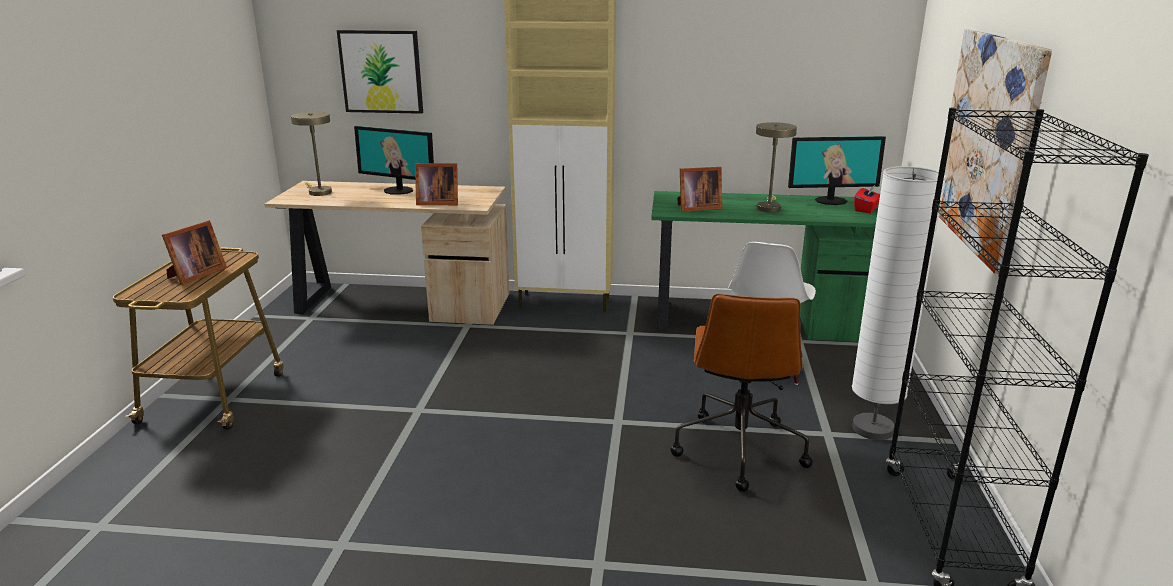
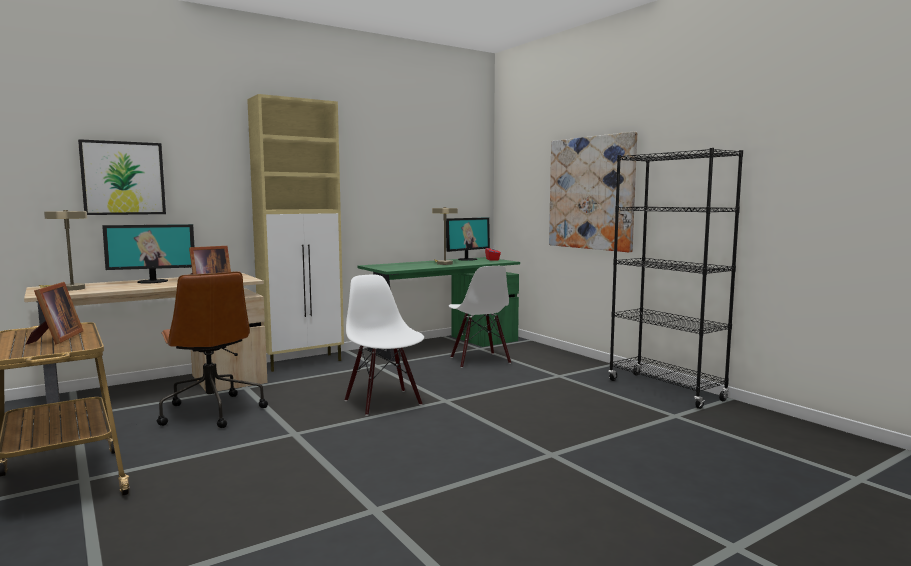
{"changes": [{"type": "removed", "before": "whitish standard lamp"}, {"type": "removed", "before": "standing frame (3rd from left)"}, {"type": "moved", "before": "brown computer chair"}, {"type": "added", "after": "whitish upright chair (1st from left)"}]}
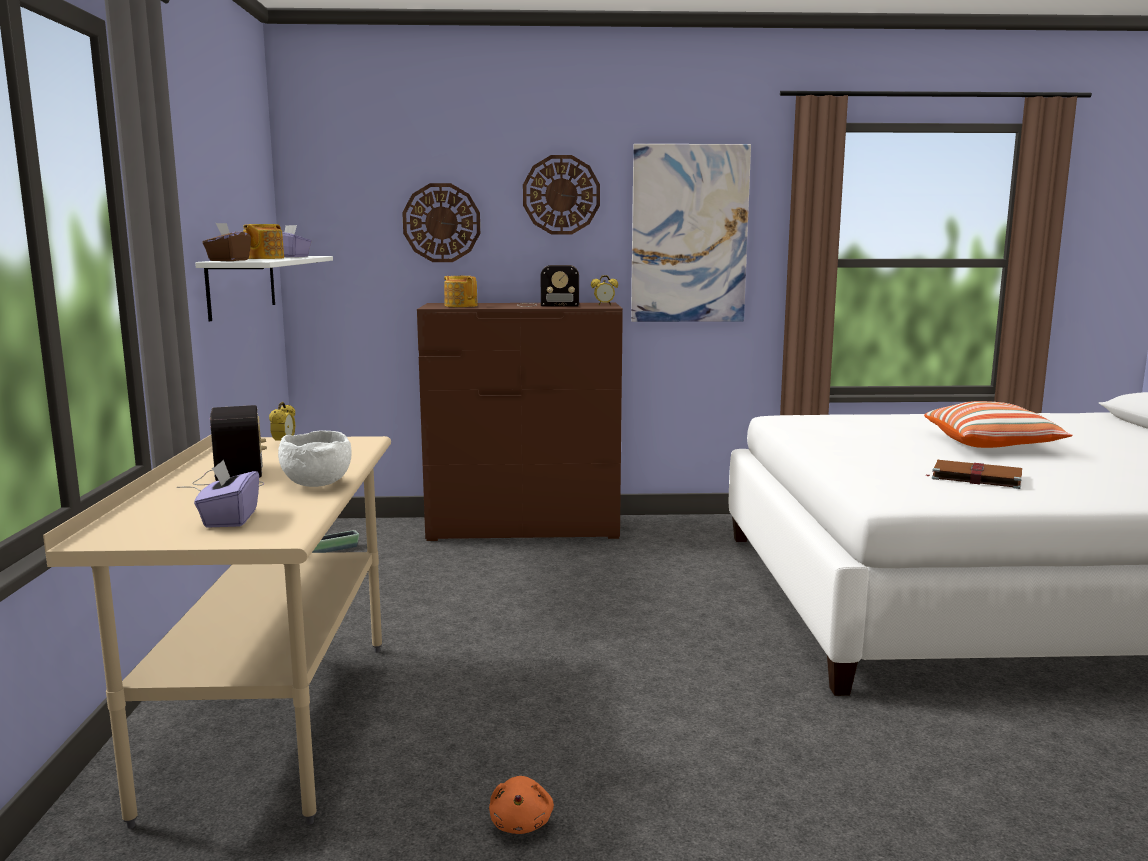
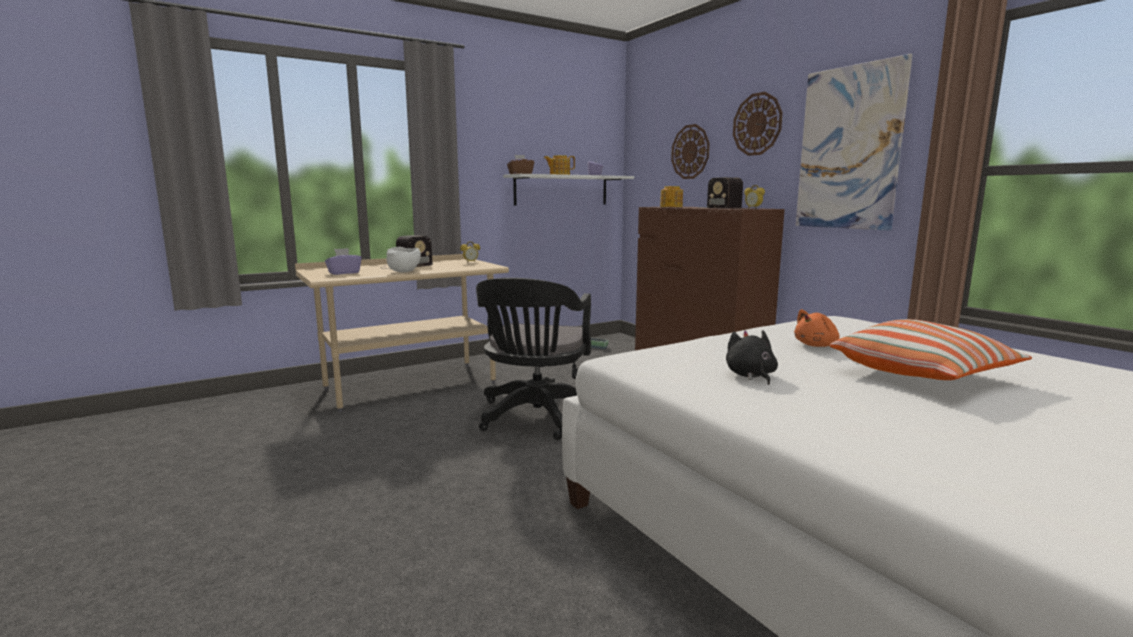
{"changes": [{"type": "replaced", "before": "brown book", "after": "black soft toy"}, {"type": "moved", "before": "orange soft toy"}, {"type": "added", "after": "black computer chair"}]}
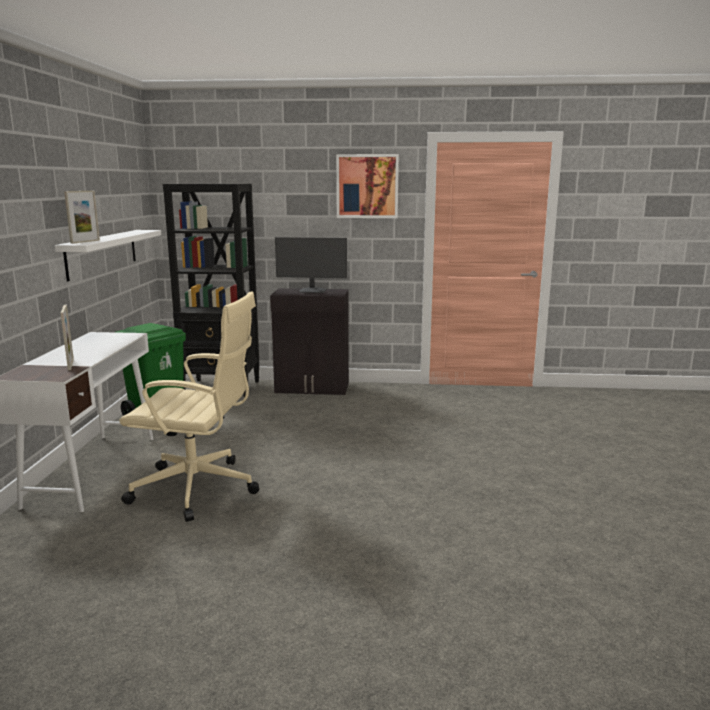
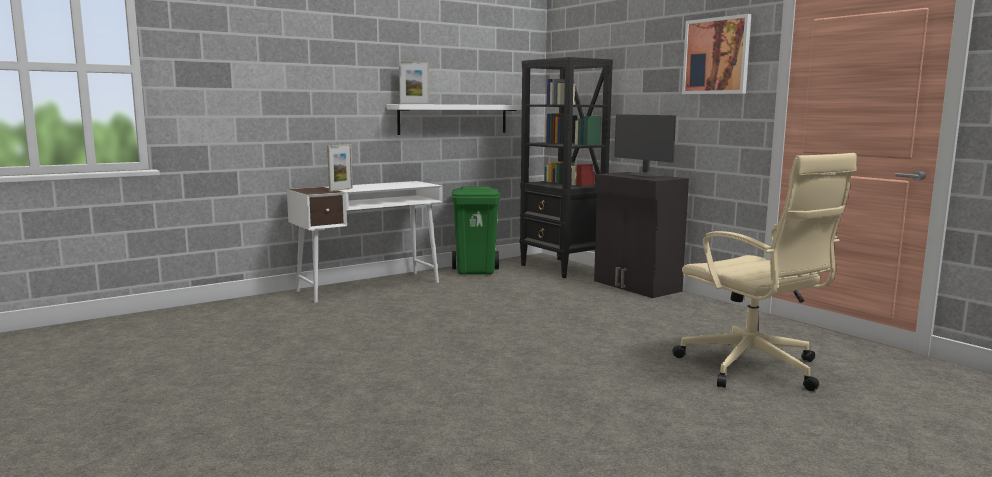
{"changes": [{"type": "moved", "before": "beige-coloured computer chair"}]}
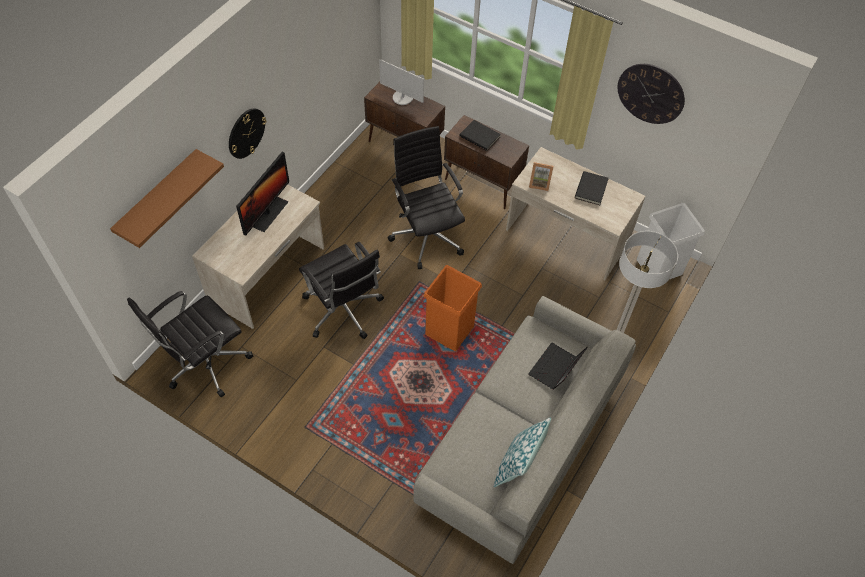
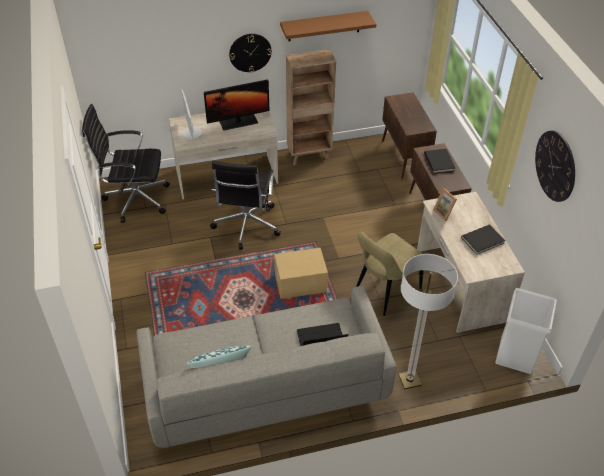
{"changes": [{"type": "moved", "before": "computer display (2nd from left in the first image)", "after": "computer display (1st from left)"}, {"type": "removed", "before": "black computer chair (3rd from left)"}, {"type": "moved", "before": "brown bracket shelf"}, {"type": "replaced", "before": "orange trash can", "after": "cardboard box"}, {"type": "added", "after": "brown bookcase"}, {"type": "added", "after": "beige-coloured upright chair"}]}
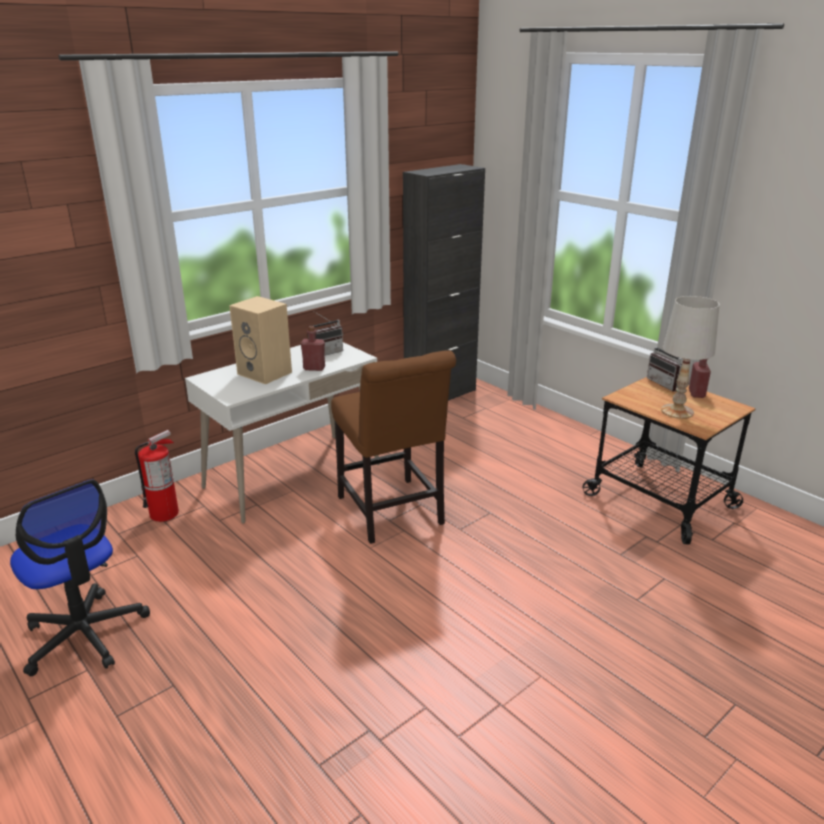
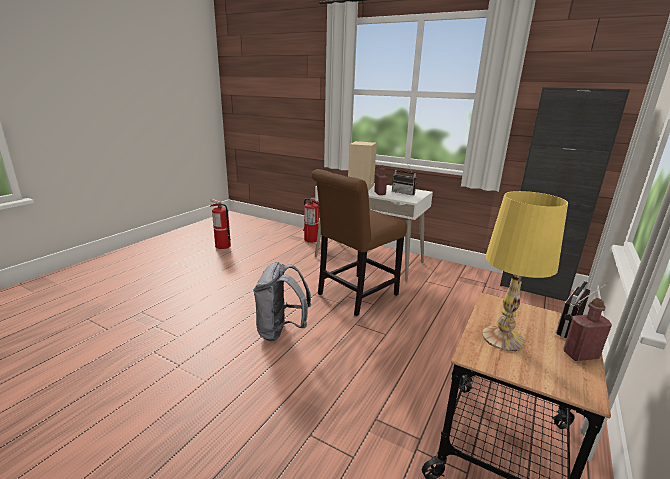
{"changes": [{"type": "recoloured", "before": "whitish table lamp", "after": "yellowish table lamp"}, {"type": "replaced", "before": "computer chair", "after": "fire-fighting cylinder (1st from left)"}, {"type": "added", "after": "grey backpack"}]}
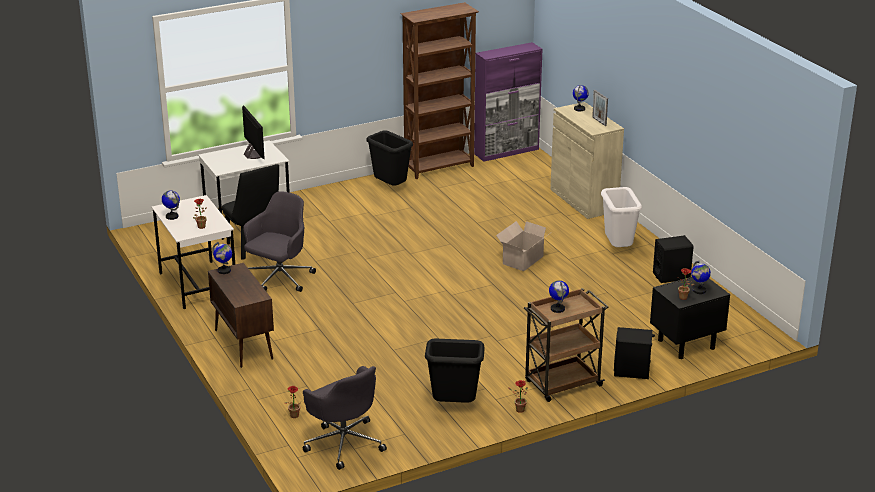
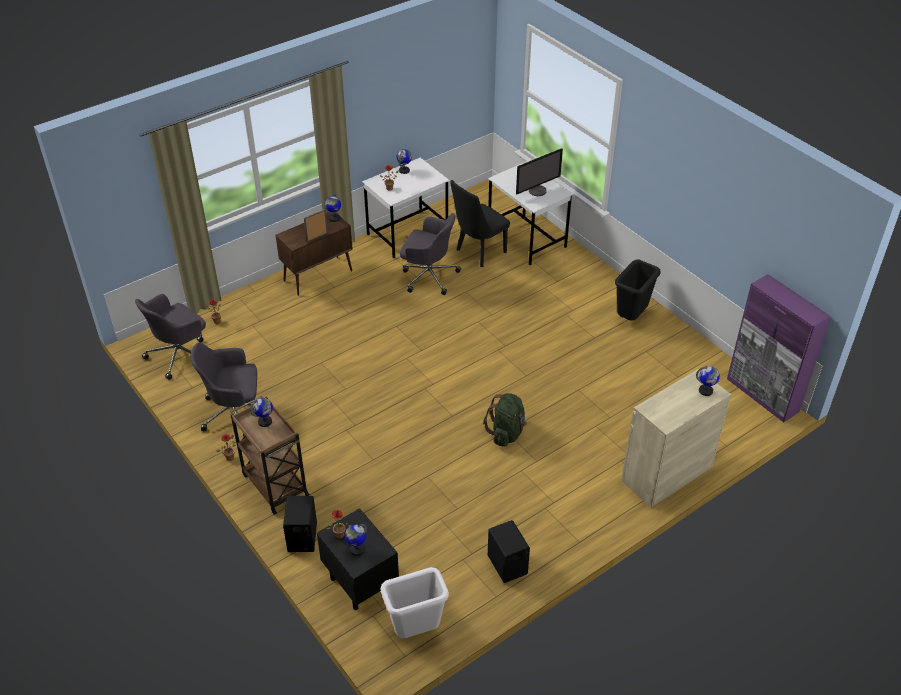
{"changes": [{"type": "removed", "before": "brown bookcase"}, {"type": "moved", "before": "standing frame"}, {"type": "moved", "before": "whitish trash can"}, {"type": "replaced", "before": "cardboard box", "after": "green-coloured backpack"}, {"type": "replaced", "before": "black trash can (2nd from left)", "after": "grey computer chair (2nd from left)"}]}
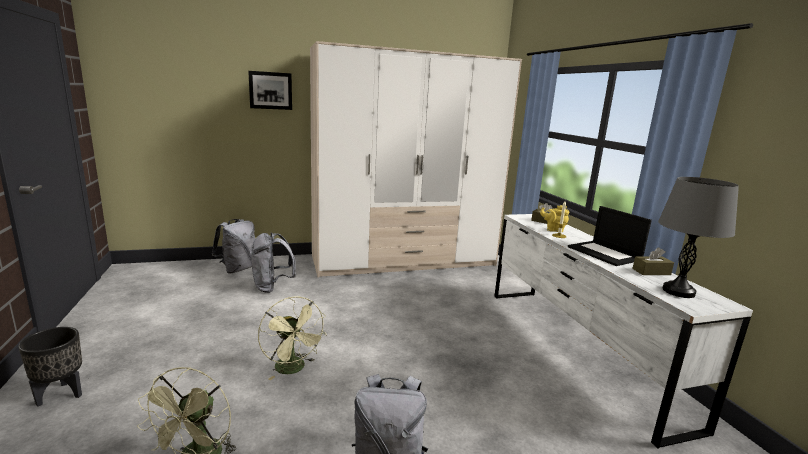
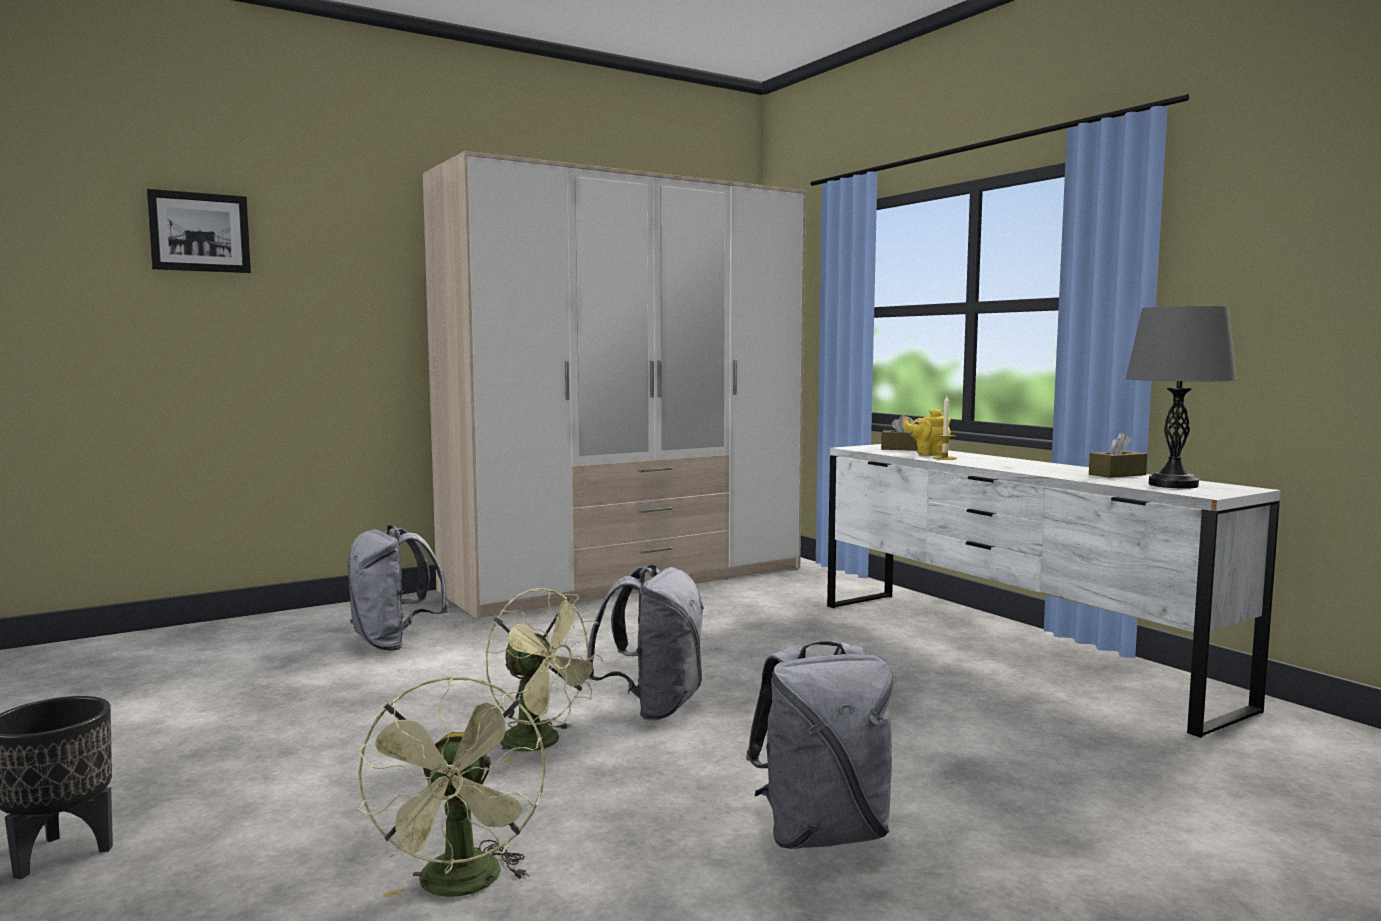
{"changes": [{"type": "moved", "before": "wall art"}, {"type": "removed", "before": "laptop"}, {"type": "moved", "before": "grey backpack (1st from left in the first image)", "after": "grey backpack (2nd from left)"}]}
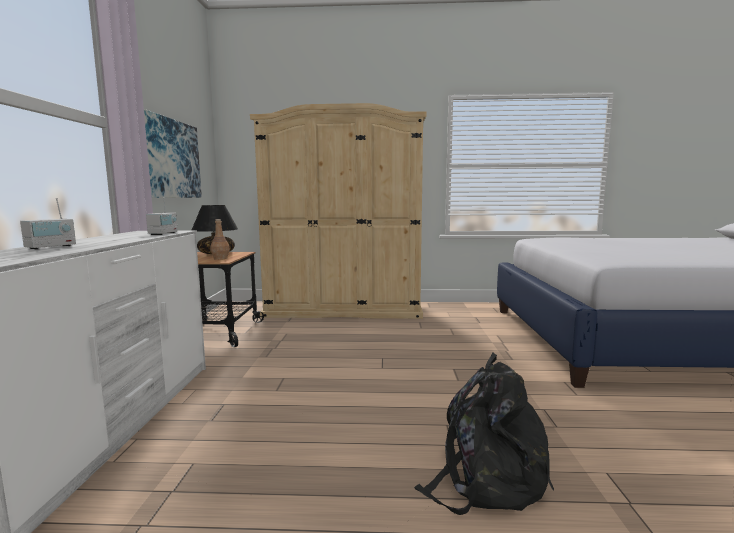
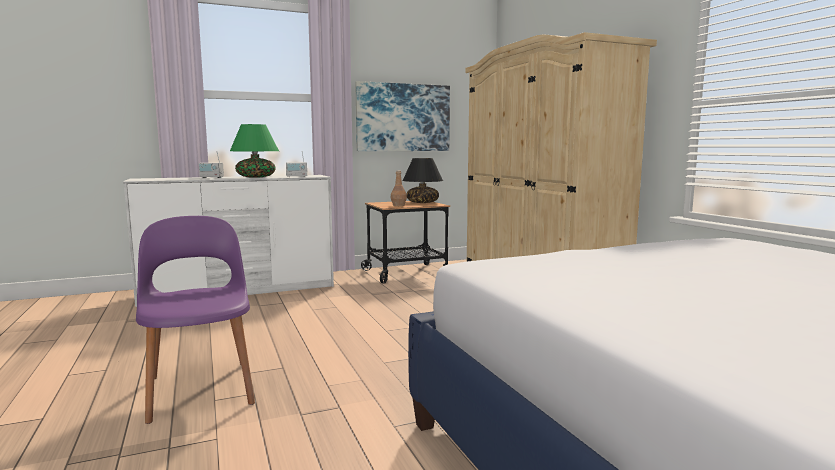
{"changes": [{"type": "replaced", "before": "black backpack", "after": "purple-coloured upright chair"}, {"type": "added", "after": "green-coloured table lamp"}]}
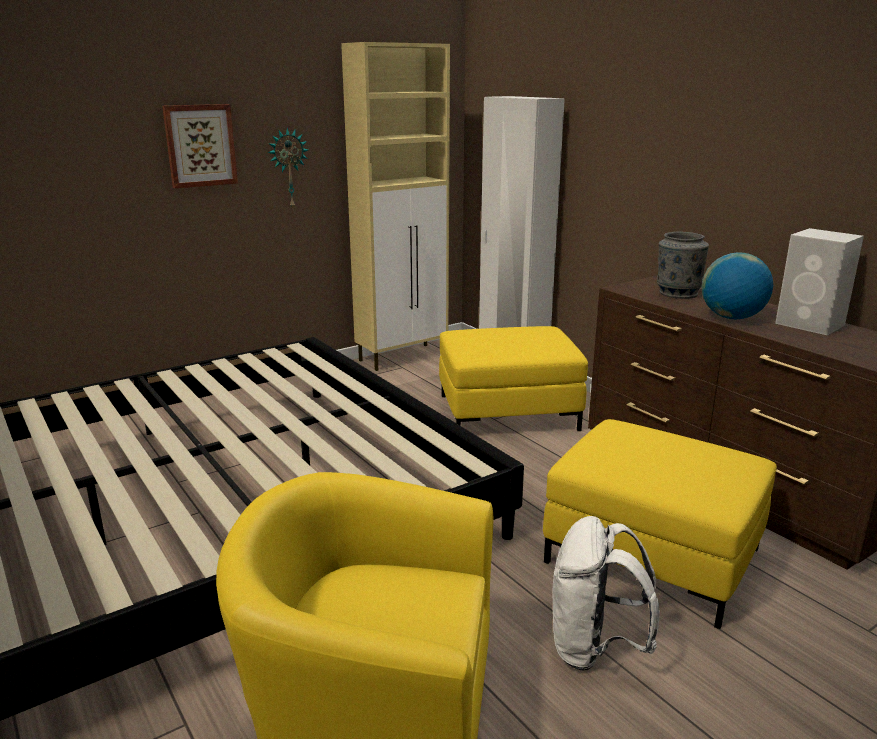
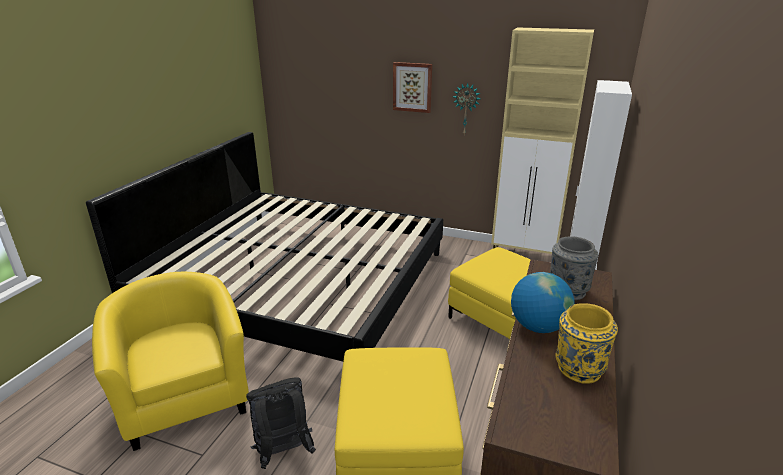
{"changes": [{"type": "replaced", "before": "whitish loudspeaker", "after": "yellowish flower vase"}, {"type": "recoloured", "before": "whitish backpack", "after": "black backpack"}]}
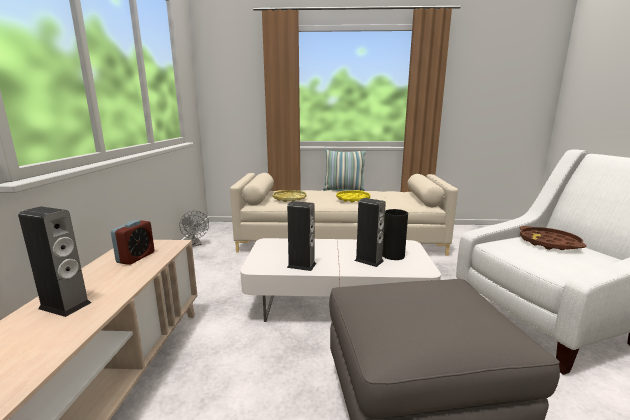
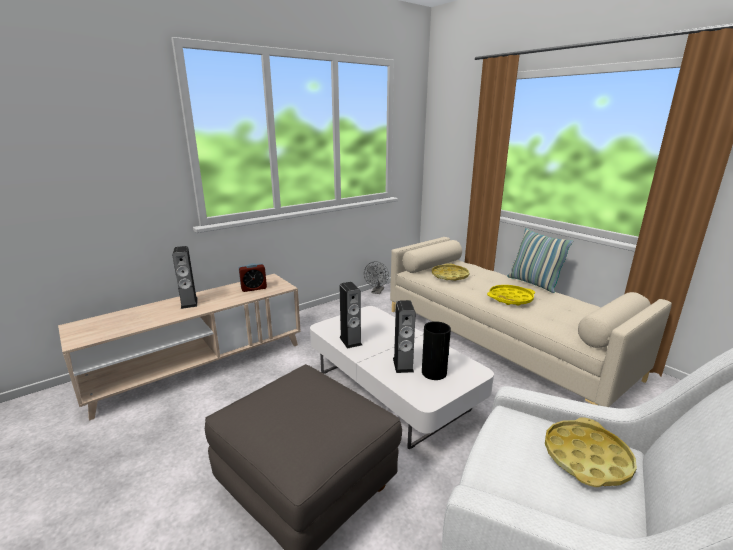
{"changes": [{"type": "recoloured", "before": "brown serving tray", "after": "yellowish serving tray (3rd from left)"}]}
